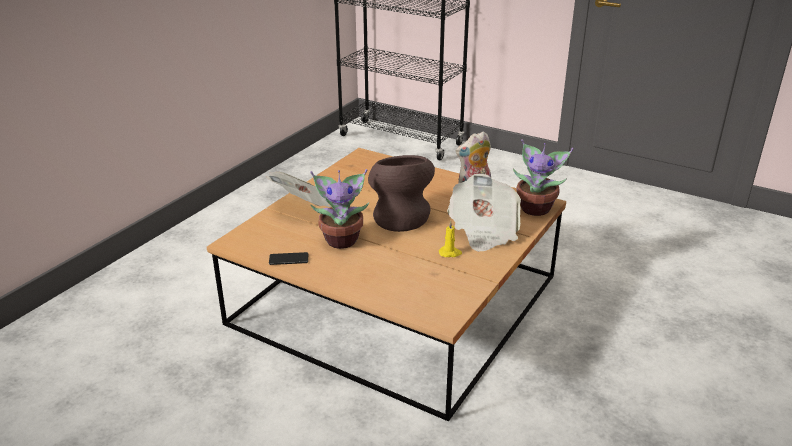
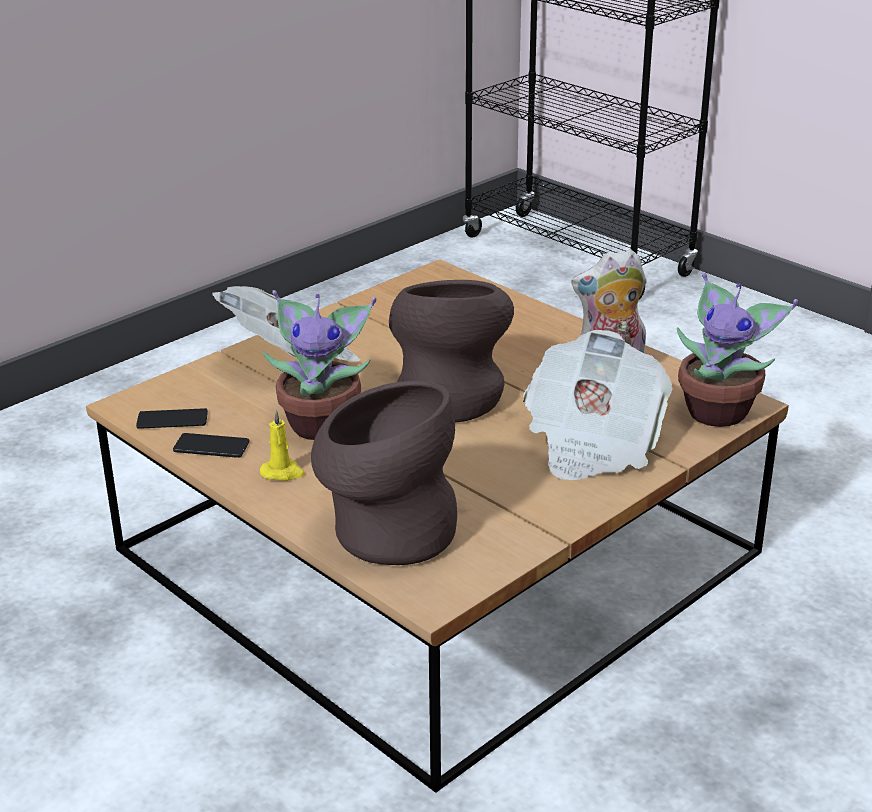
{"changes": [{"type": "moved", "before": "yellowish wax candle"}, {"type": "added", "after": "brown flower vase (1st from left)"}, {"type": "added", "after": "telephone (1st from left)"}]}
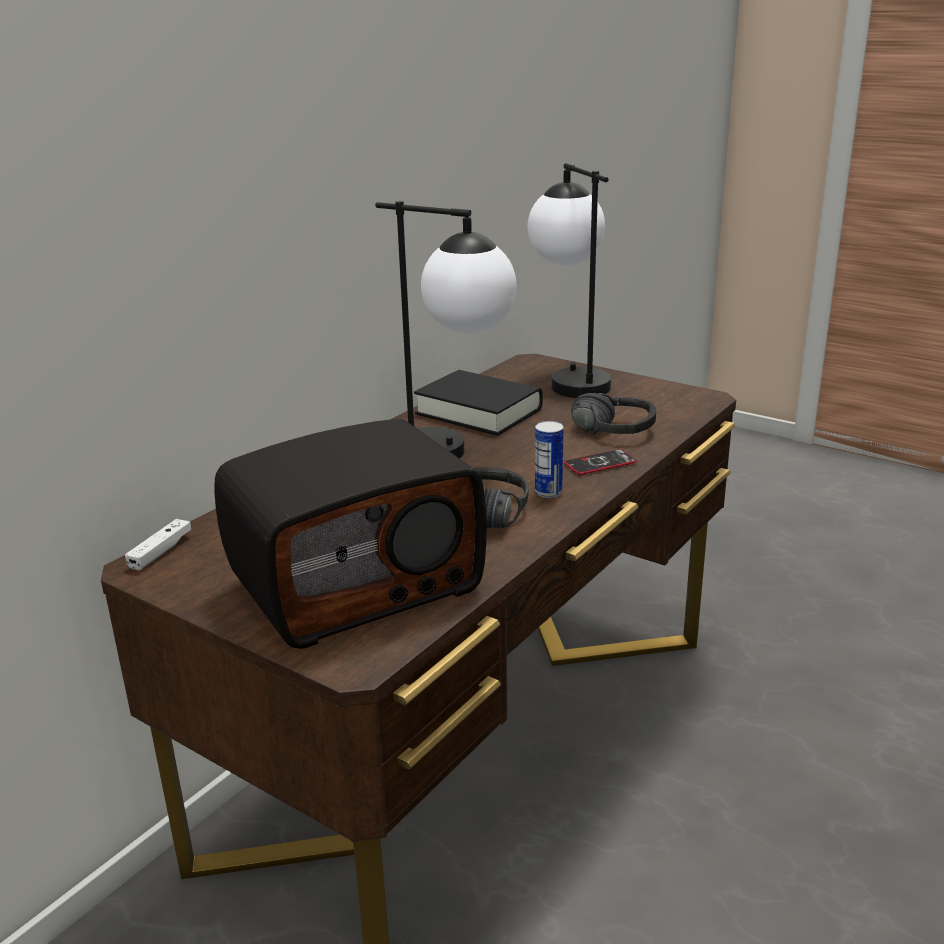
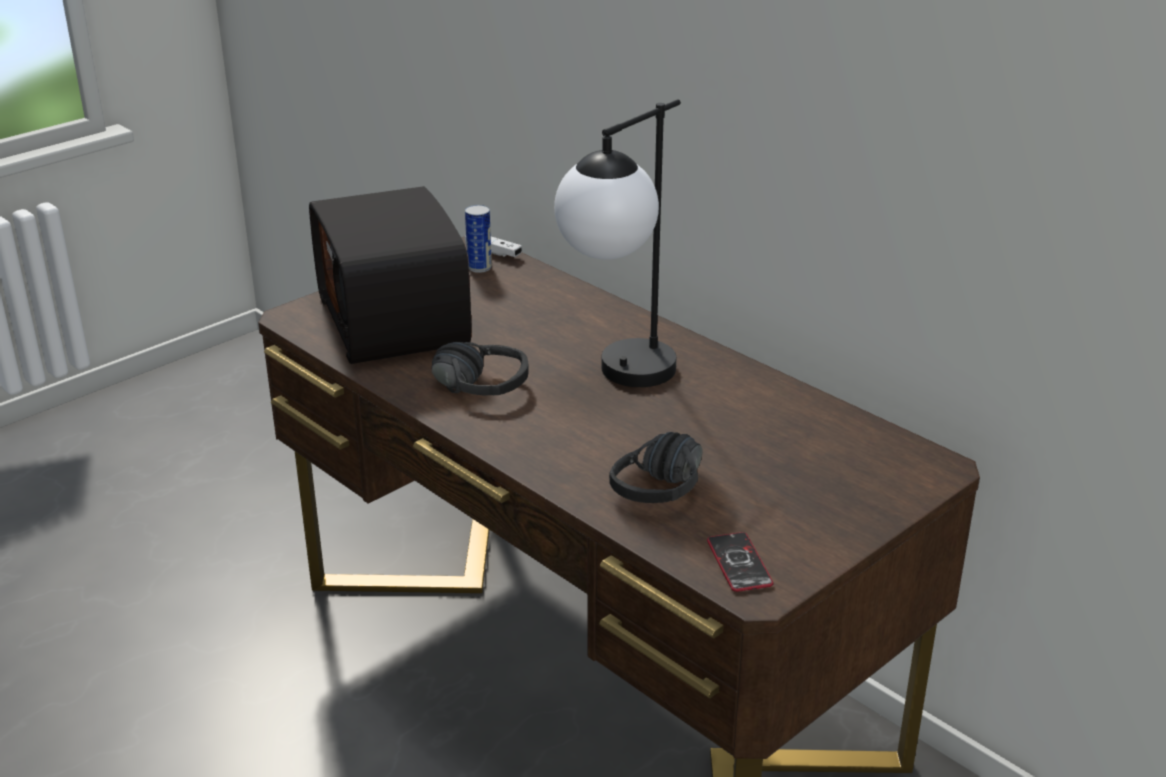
{"changes": [{"type": "removed", "before": "table lamp (2nd from left)"}, {"type": "removed", "before": "black book"}, {"type": "moved", "before": "metal can"}, {"type": "moved", "before": "telephone"}]}
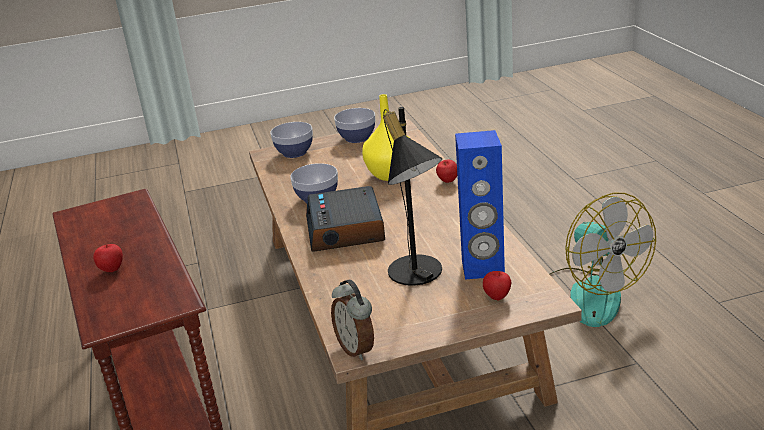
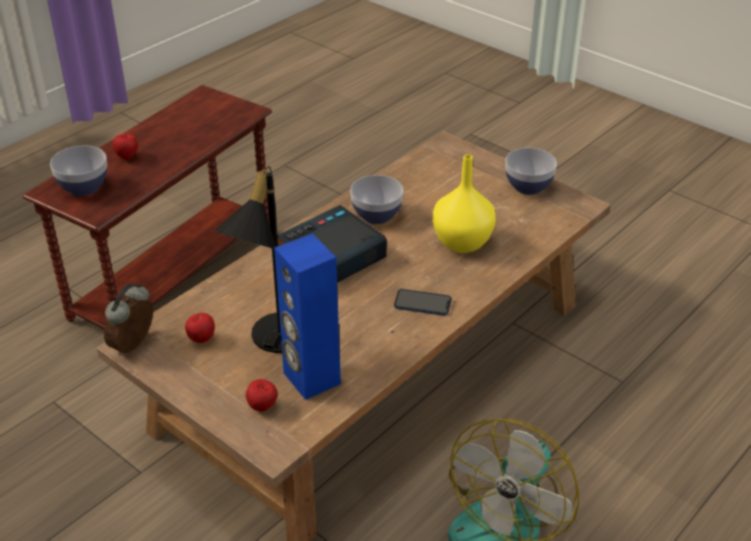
{"changes": [{"type": "moved", "before": "serving bowl (1st from left)"}, {"type": "moved", "before": "apple fruit (2nd from left)"}, {"type": "added", "after": "telephone"}]}
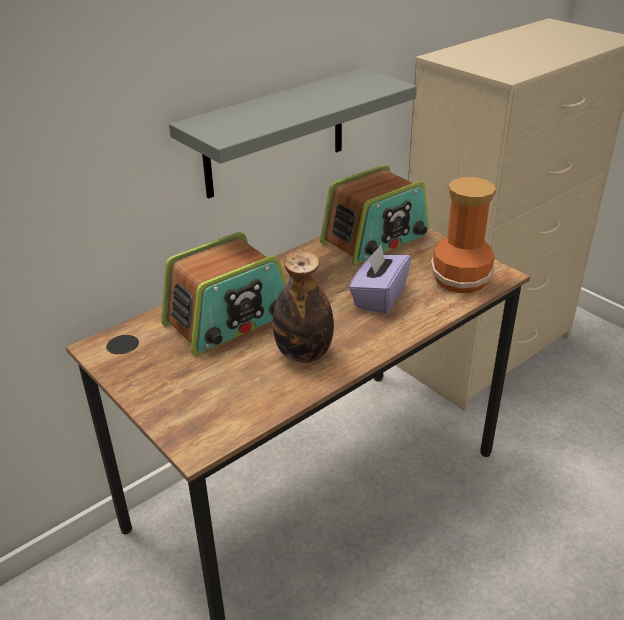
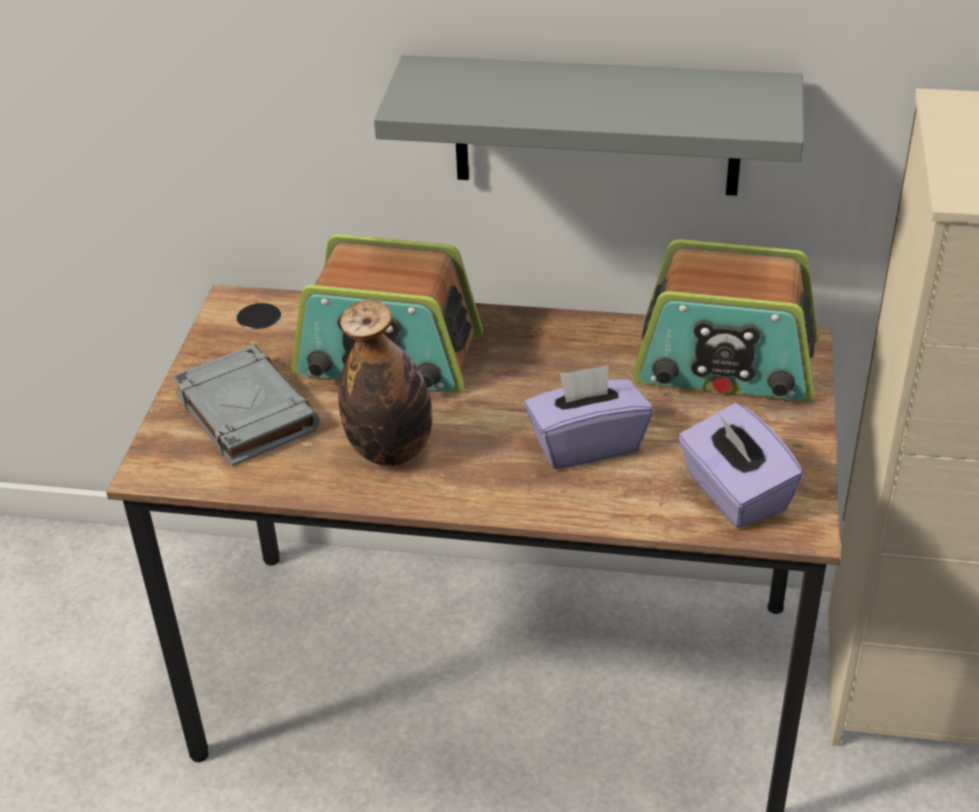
{"changes": [{"type": "replaced", "before": "flower vase", "after": "purple-coloured tissue box (2nd from left)"}, {"type": "added", "after": "grey book"}]}
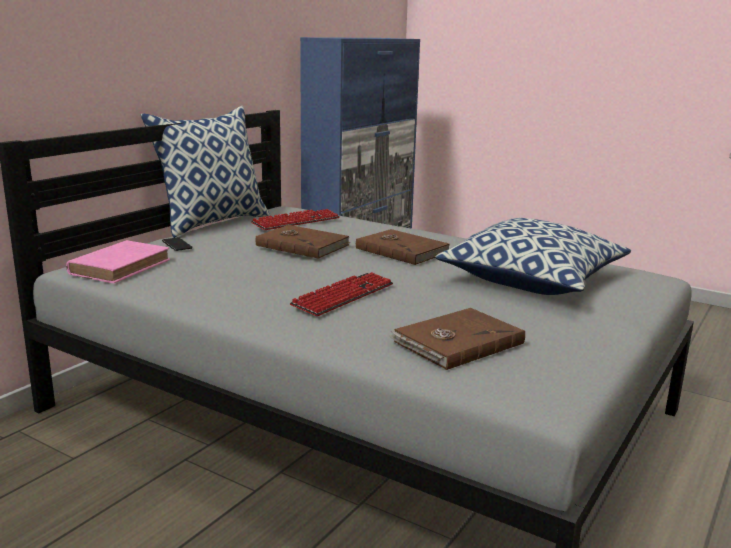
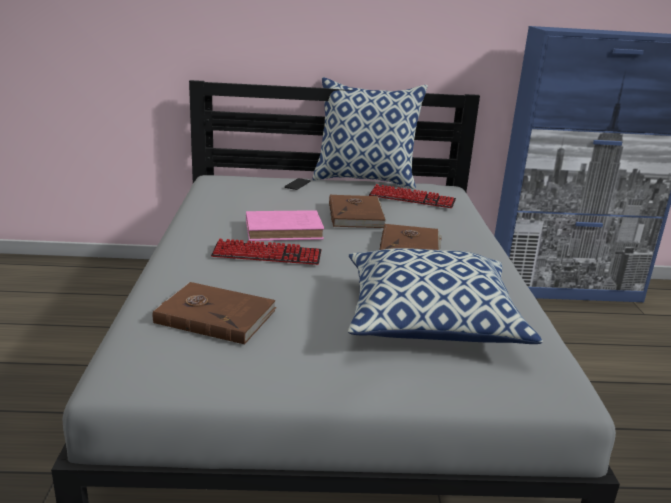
{"changes": [{"type": "moved", "before": "pink book"}]}
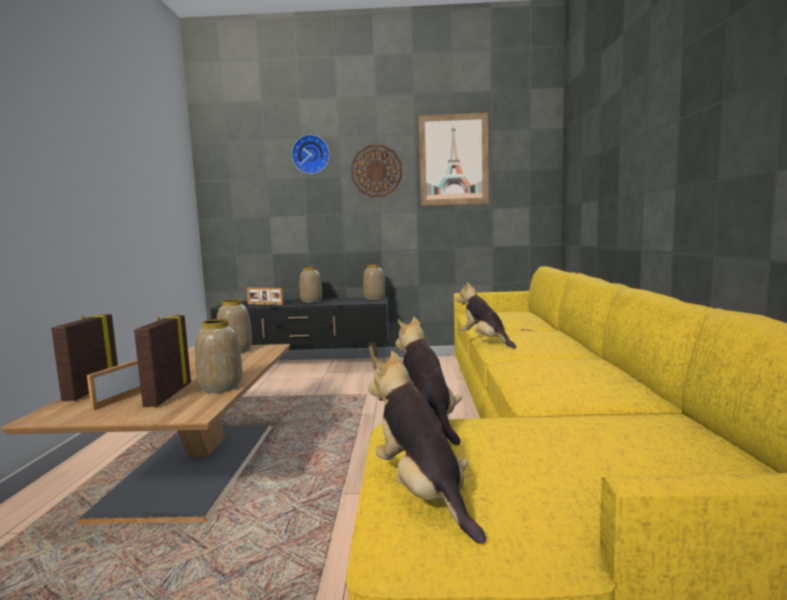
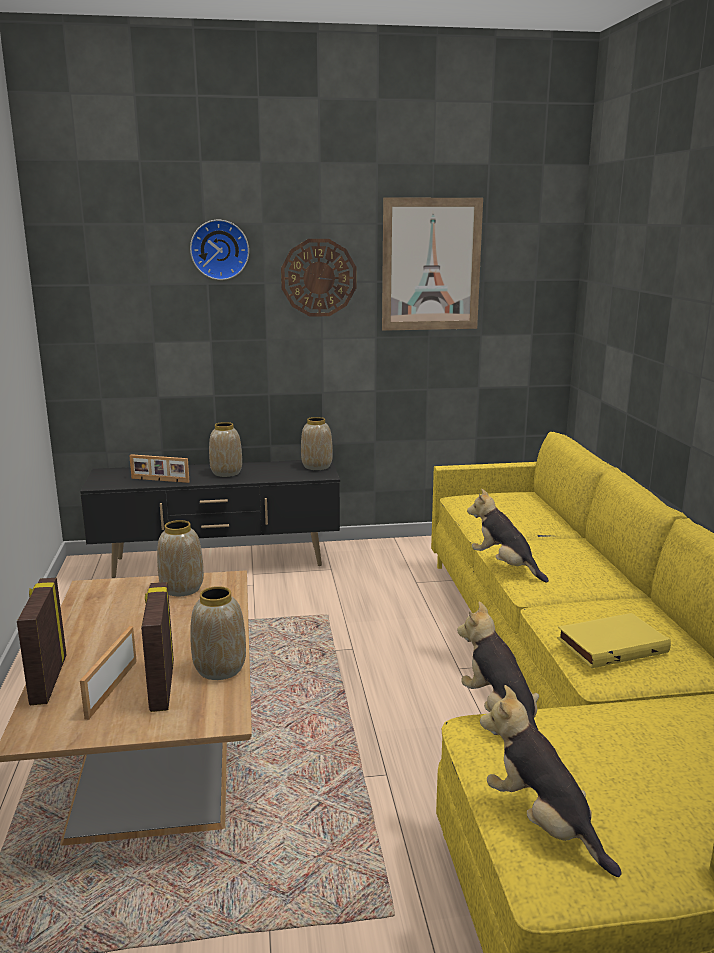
{"changes": [{"type": "added", "after": "yellowish book"}]}
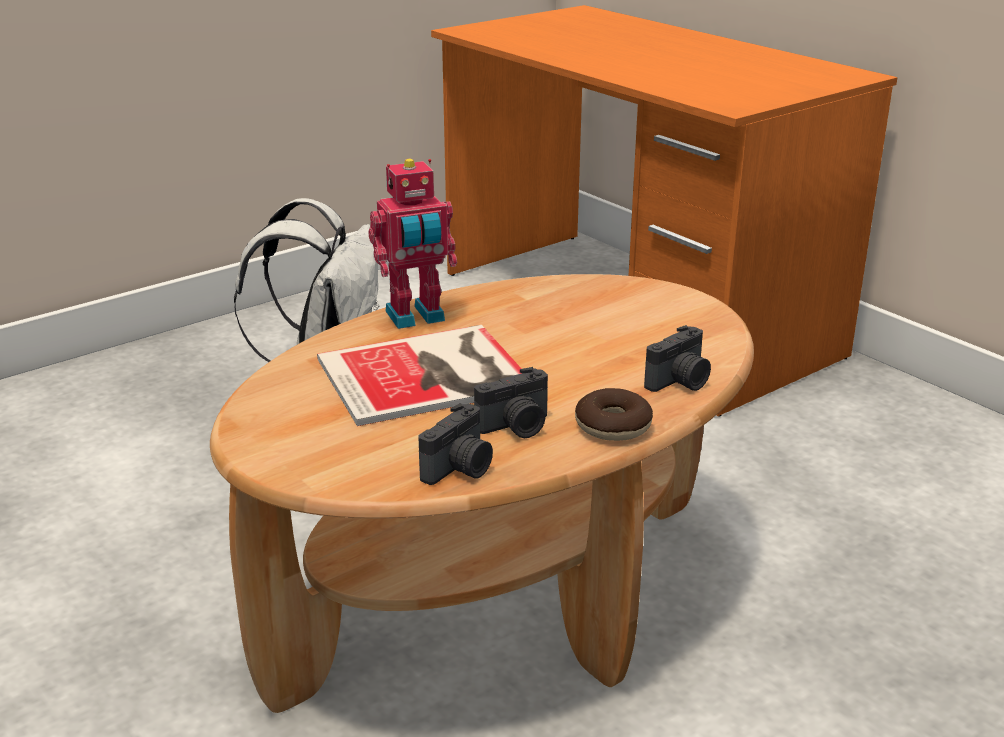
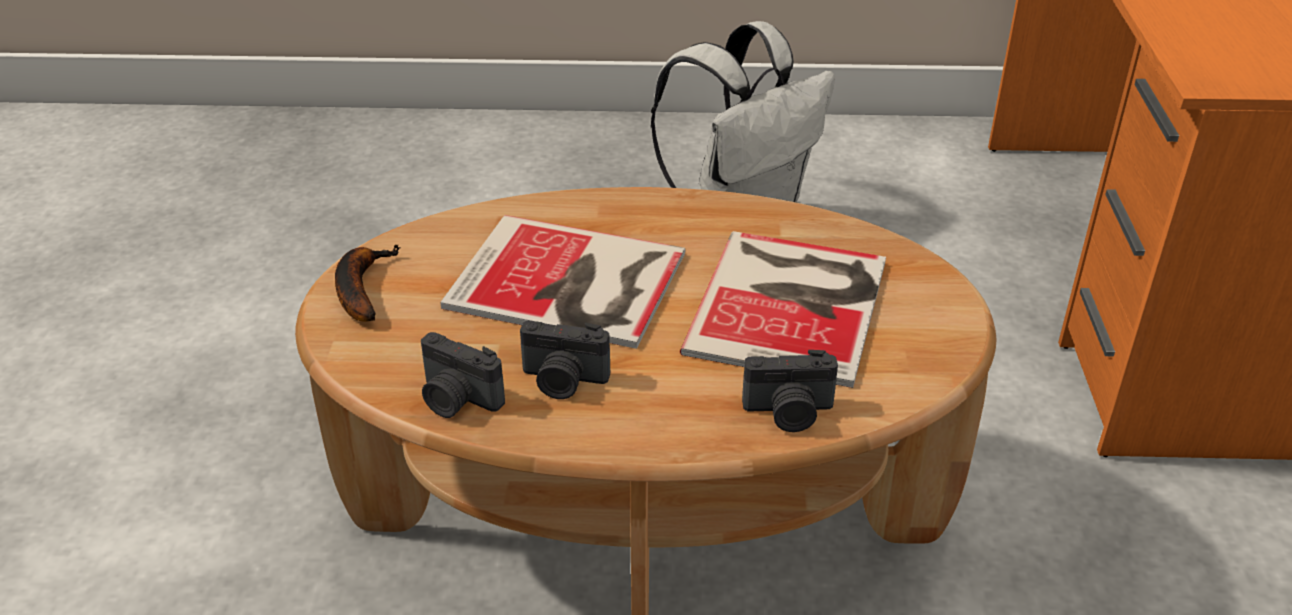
{"changes": [{"type": "removed", "before": "robot figure"}, {"type": "removed", "before": "donut"}, {"type": "turned", "before": "photo camera (1st from left)", "turn": 45}, {"type": "added", "after": "book (2nd from left)"}, {"type": "added", "after": "banana fruit"}]}
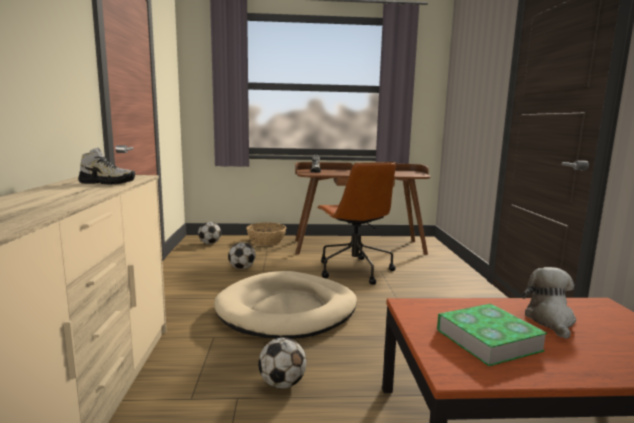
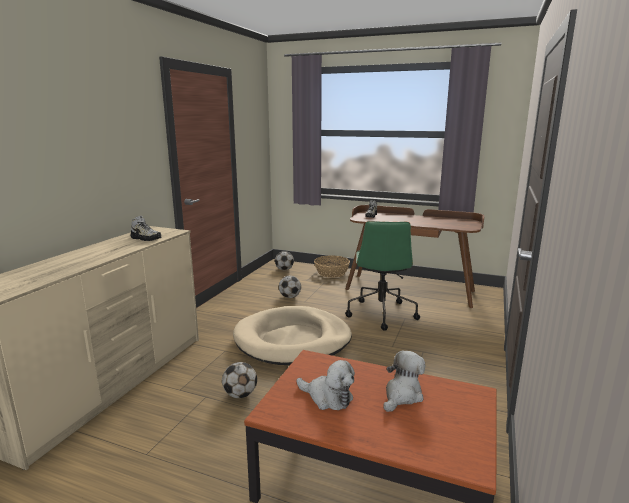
{"changes": [{"type": "recoloured", "before": "brown computer chair", "after": "green-coloured computer chair"}, {"type": "replaced", "before": "book", "after": "soft toy (1st from left)"}]}
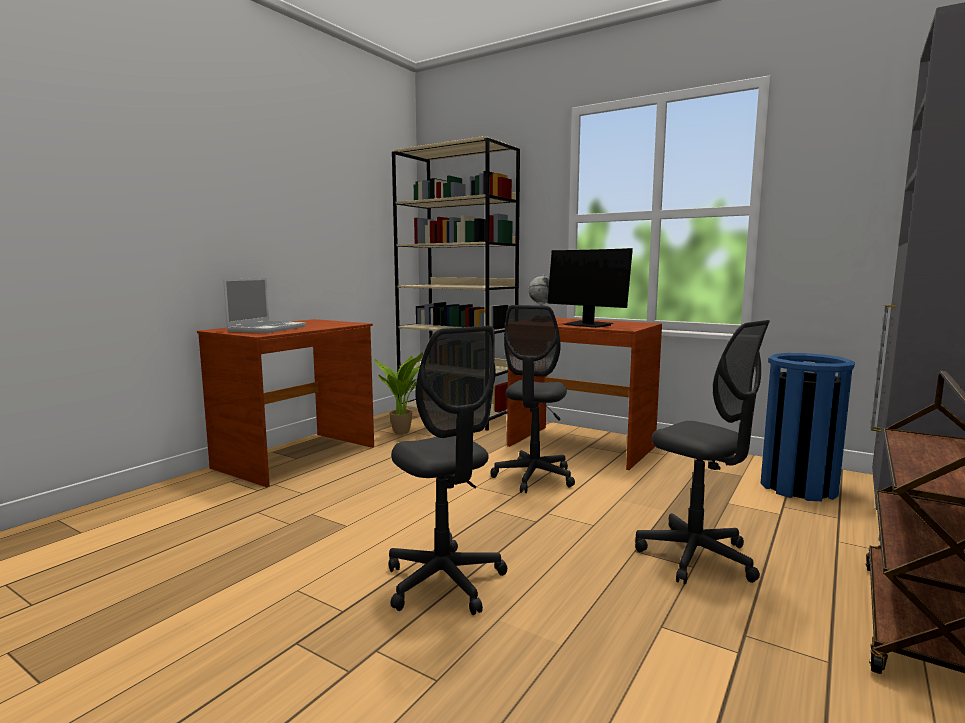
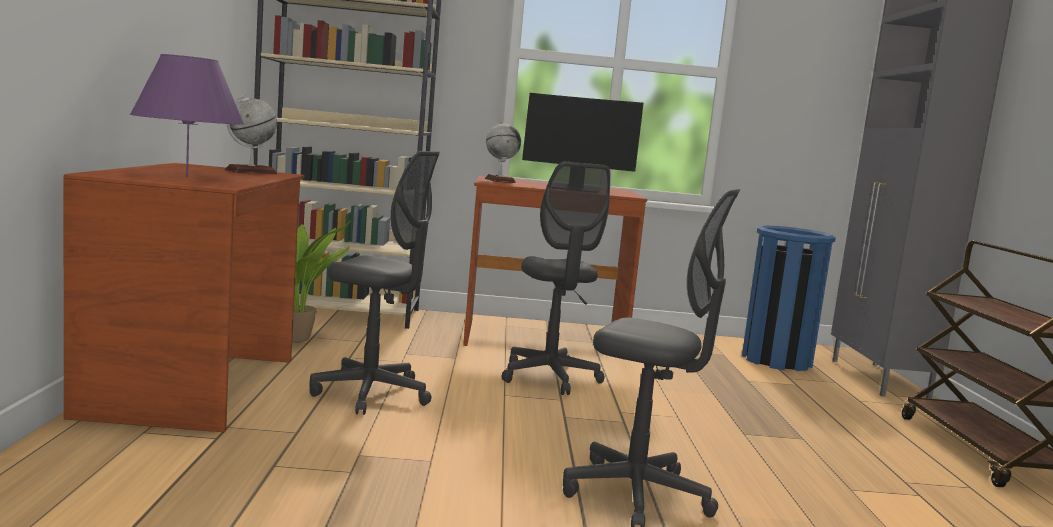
{"changes": [{"type": "replaced", "before": "laptop", "after": "purple-coloured table lamp"}, {"type": "moved", "before": "grey computer chair (3rd from left in the first image)", "after": "grey computer chair (1st from left)"}, {"type": "added", "after": "globe (1st from left)"}]}
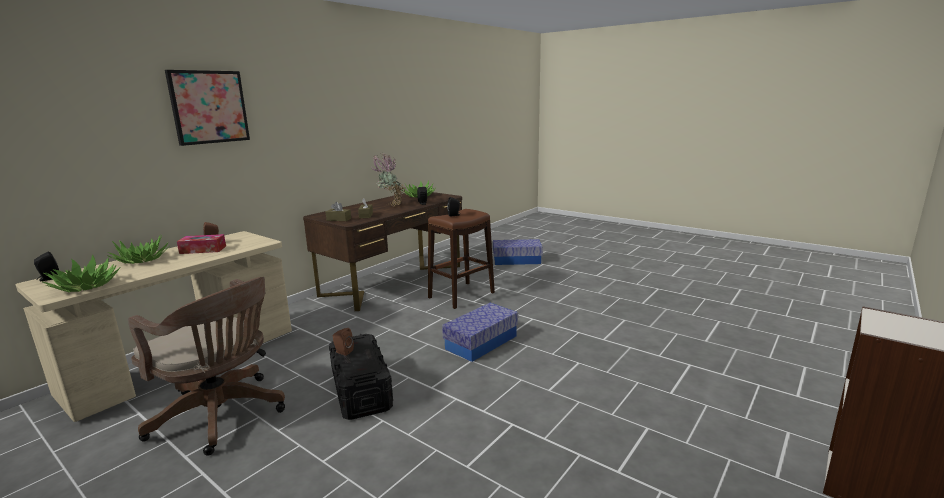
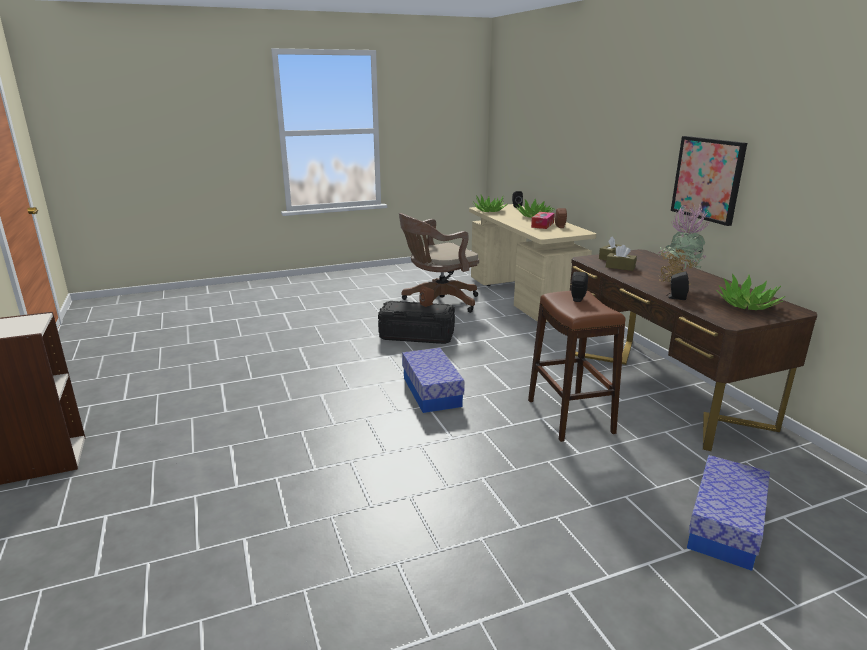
{"changes": [{"type": "moved", "before": "wall art"}]}
